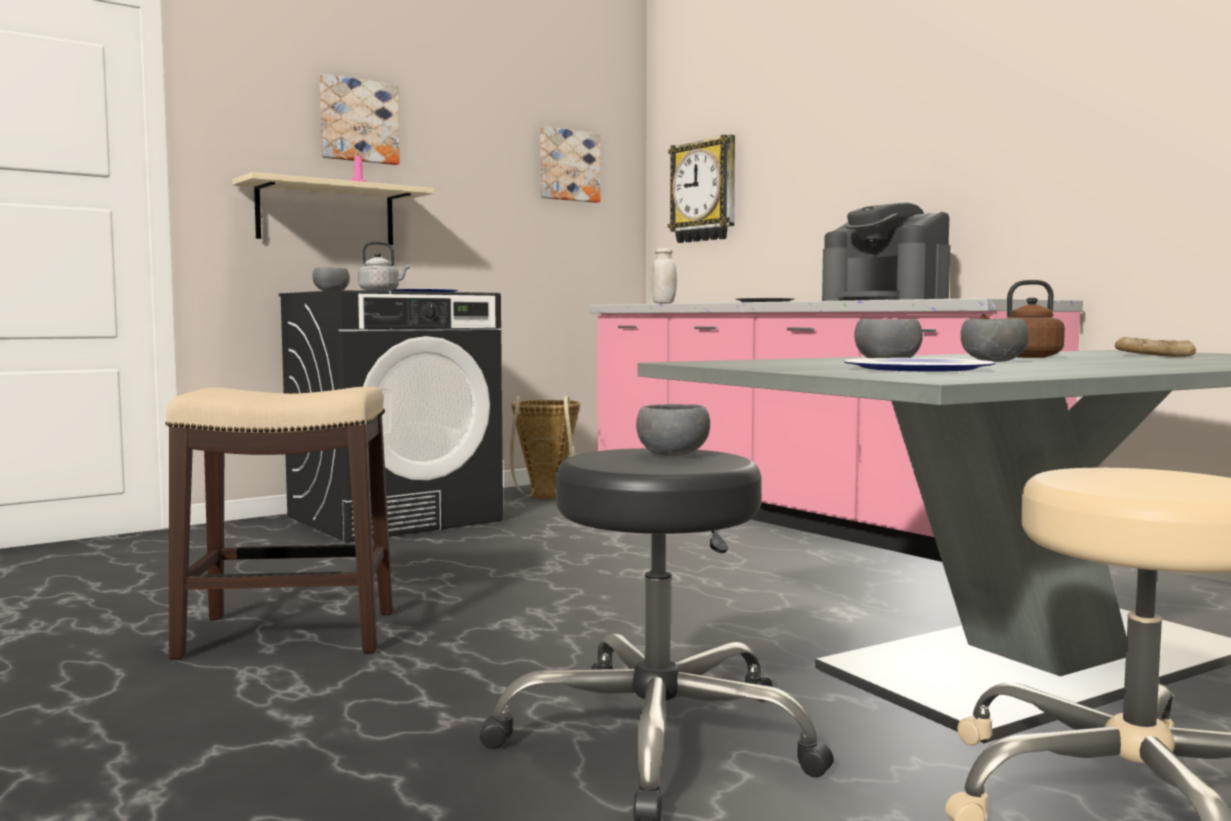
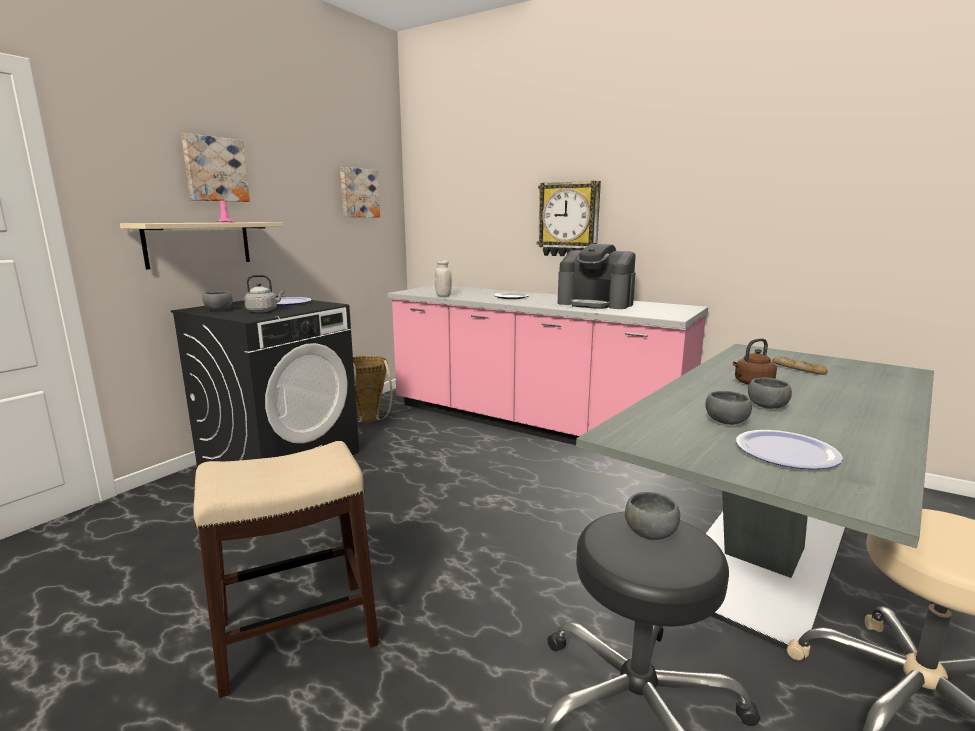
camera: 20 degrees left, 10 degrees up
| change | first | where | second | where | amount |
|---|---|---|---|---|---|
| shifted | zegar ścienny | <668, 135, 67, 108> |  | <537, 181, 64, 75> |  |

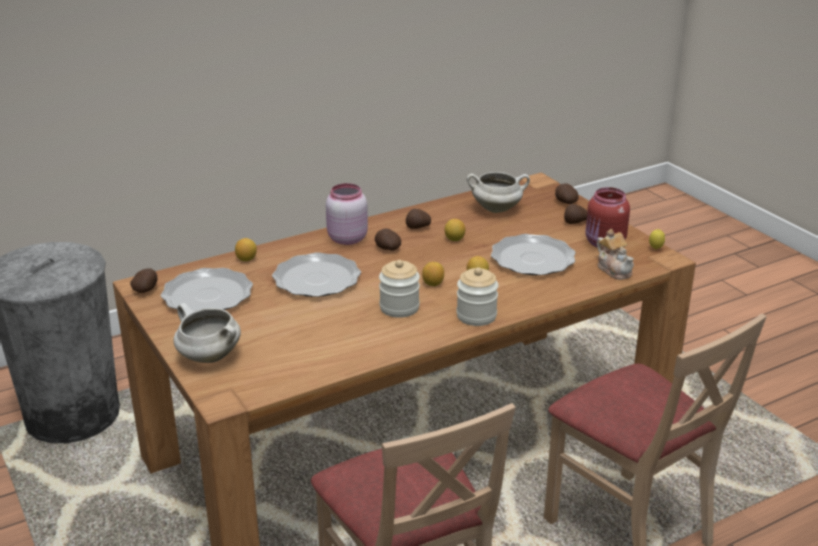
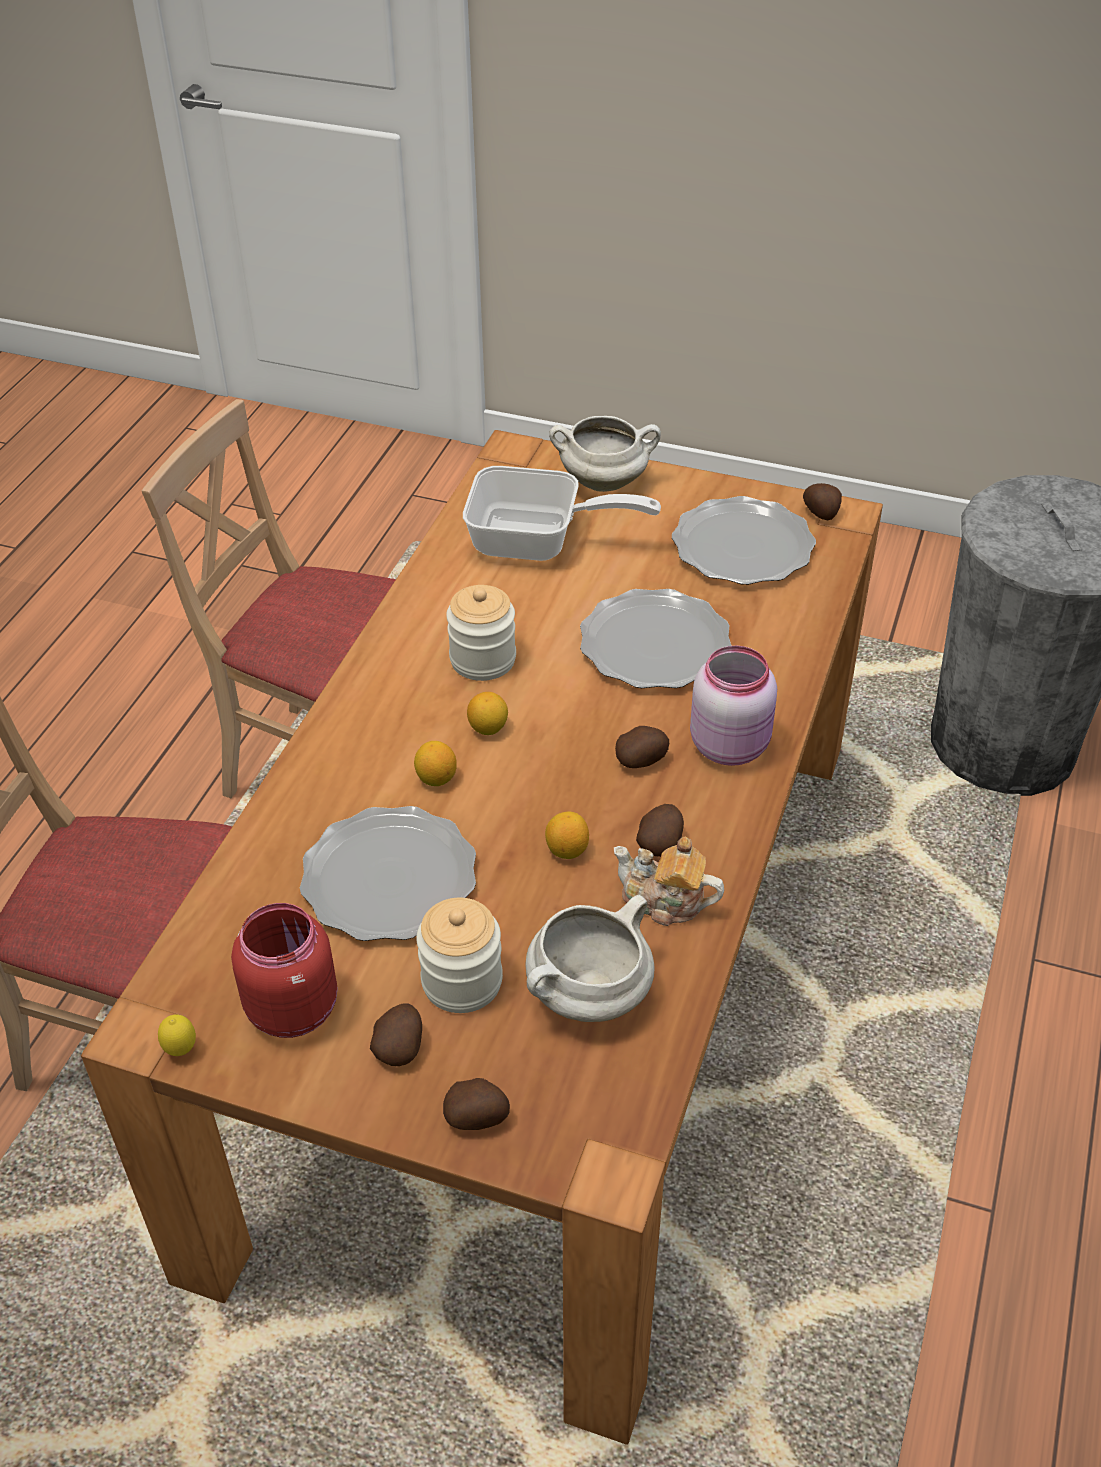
camera: 140 degrees right, 15 degrees up
| change | first | where | second | where | amount |
|---|---|---|---|---|---|
| gone | cytryna | <235, 238, 22, 23> |  |  |  |
| shifted | słoik | <456, 267, 43, 59> |  | <416, 898, 87, 115> |  |
| shifted | imbryk | <597, 229, 37, 51> |  | <614, 837, 110, 89> |  |
| new |  |  | patelnia | <463, 466, 198, 95> |  |

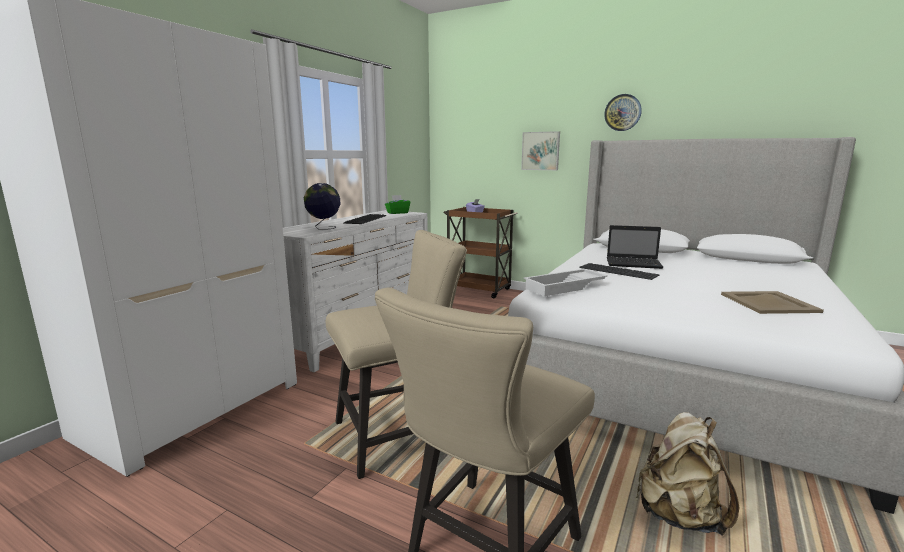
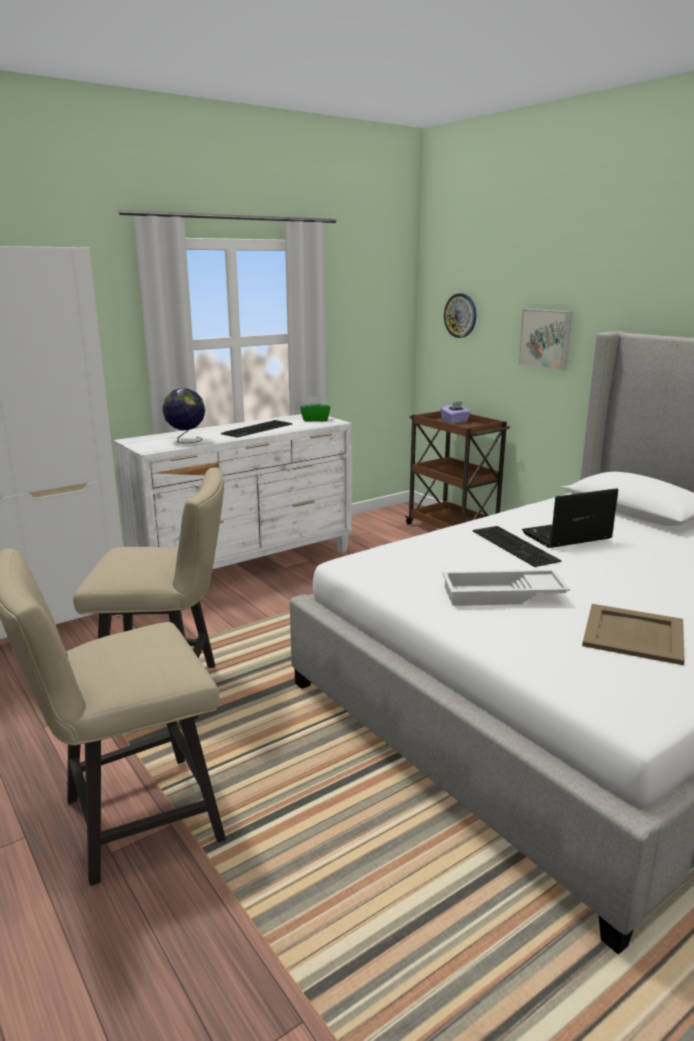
camera: 25 degrees right, 5 degrees up
| change | first | where | second | where | amount |
|---|---|---|---|---|---|
| shifted | taca/biały | <524, 269, 84, 27> |  | <442, 569, 128, 37> |  |
| shifted | zegar ścienny | <604, 94, 38, 37> |  | <444, 293, 32, 45> |  |
| rotated | laptop | <607, 225, 56, 44> |  | <522, 488, 97, 60> | 120 degrees clockwise |
| gone | plecak/beżowy | <636, 412, 103, 123> |  |  |  |

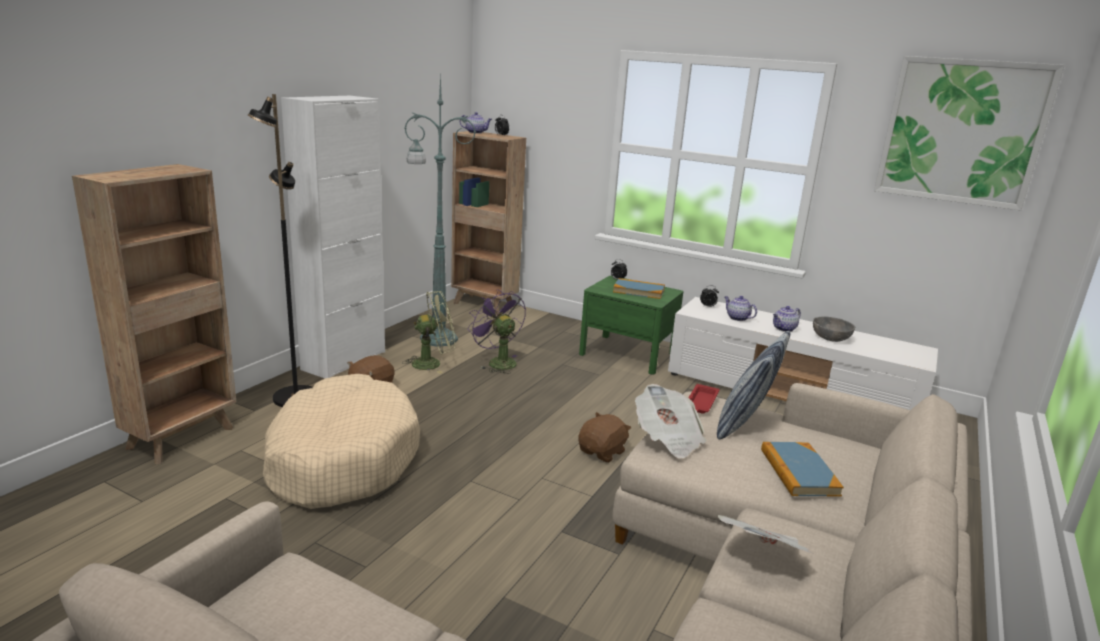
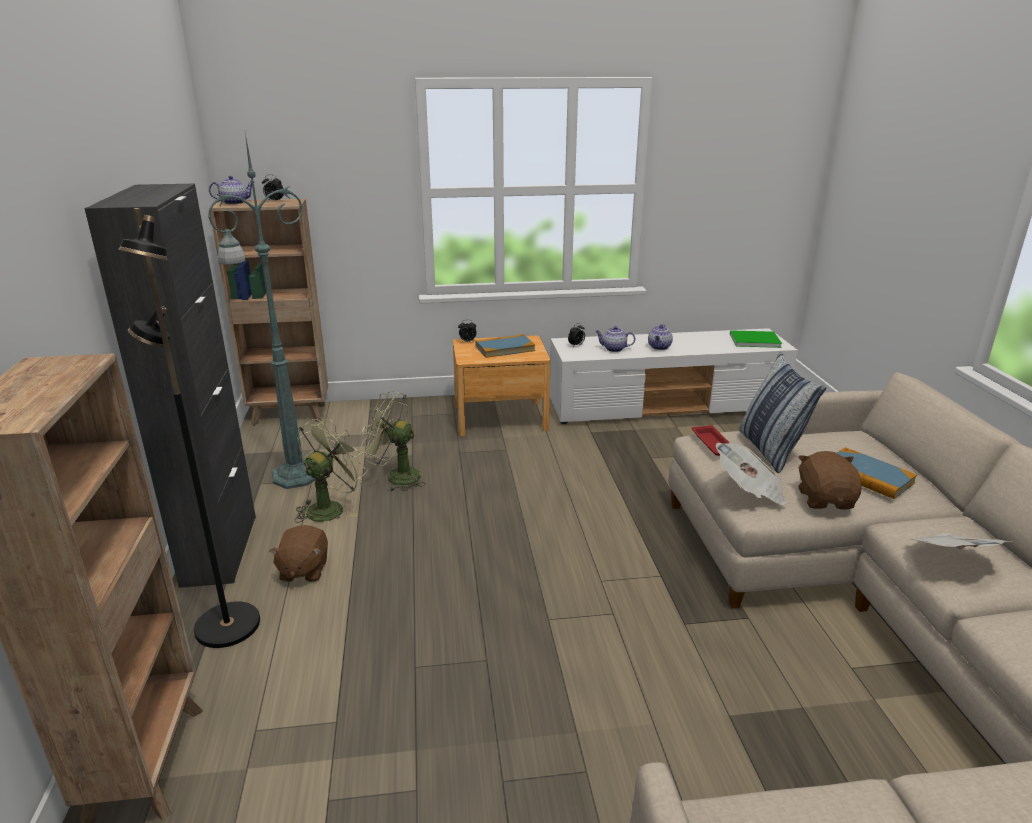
camera: 35 degrees left, 5 degrees up
| change | first | where | second | where | amount |
|---|---|---|---|---|---|
| gone | legowisko/beżowy | <263, 374, 157, 135> |  |  |  |
| repainted | szafka/biały | <281, 95, 104, 283> | szafka/czarny | <84, 184, 172, 404> |  |
| repainted | wentylator/fioletowy | <468, 289, 58, 85> | wentylator/zielony | <361, 391, 65, 101> |  |
| shifted | pluszak/brązowy | <578, 412, 53, 51> |  | <798, 451, 64, 59> |  |
| repainted | szafka nocna/zielony | <579, 276, 105, 99> | szafka nocna/brązowy | <453, 336, 97, 100> |  |
| gone | miska/szary | <813, 316, 42, 26> |  |  |  |
| gone | obraz | <874, 56, 190, 155> |  |  |  |
| new |  |  | książka/zielony | <730, 330, 52, 18> |  |

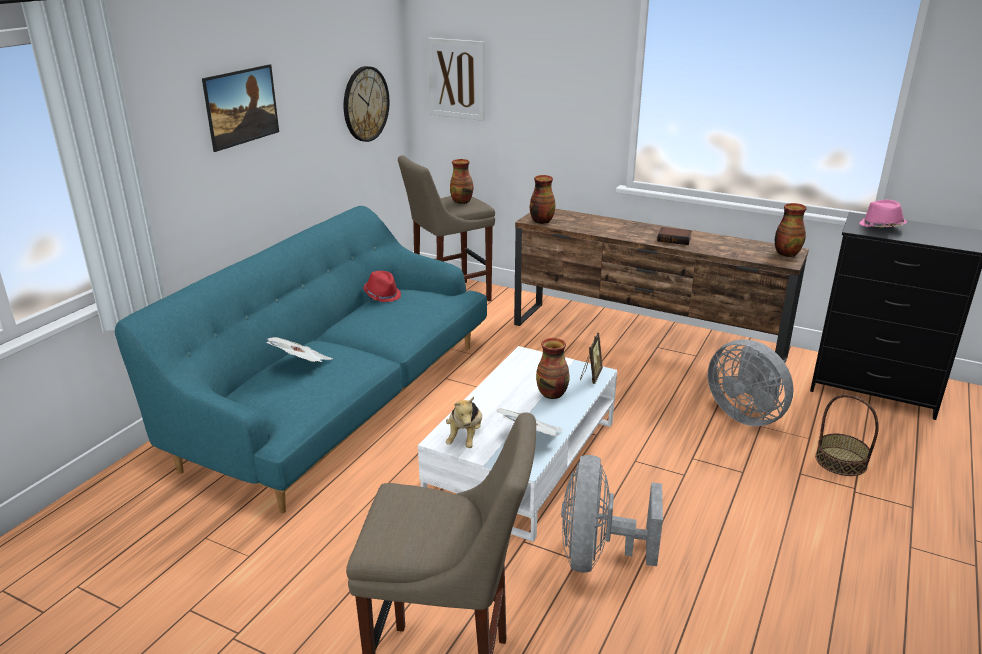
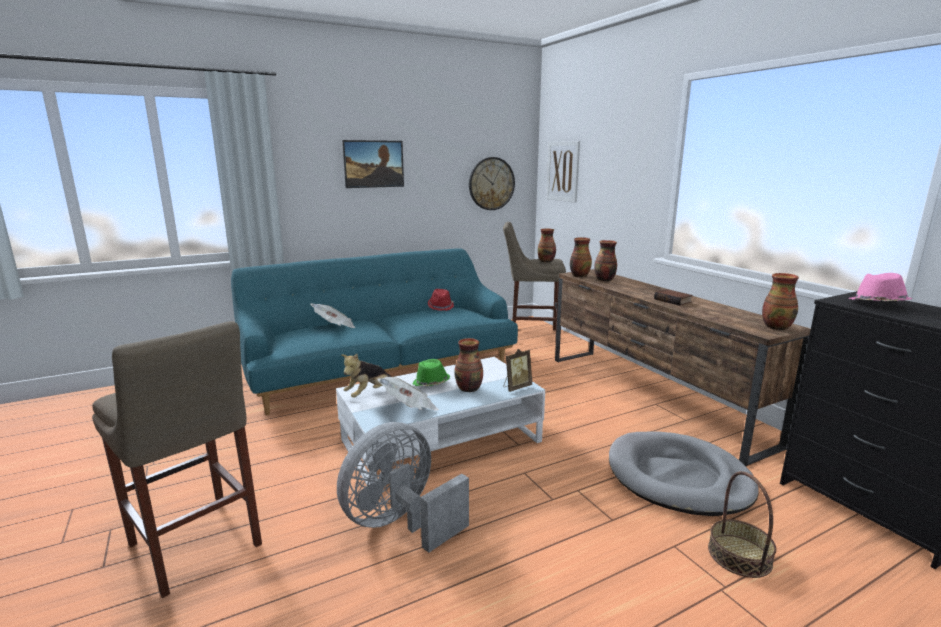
camera: 35 degrees right, 10 degrees down
| change | first | where | second | where | amount |
|---|---|---|---|---|---|
| swapped | wentylator/szary | <708, 339, 86, 87> | legowisko/szary | <609, 431, 150, 85> |  |
| new |  |  | kapelusz/zielony | <412, 359, 38, 27> |  |
| new |  |  | wazon | <594, 240, 23, 41> |  |

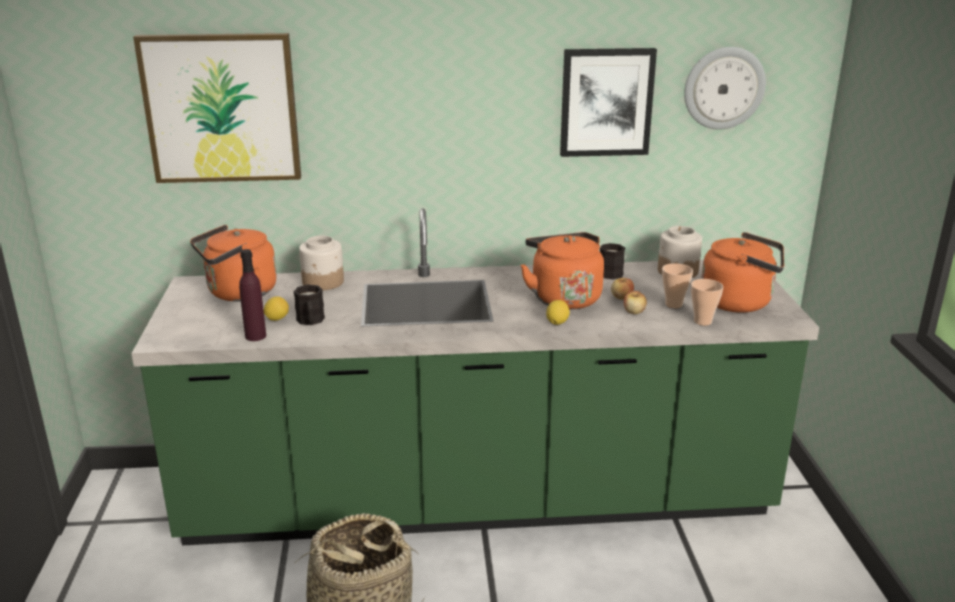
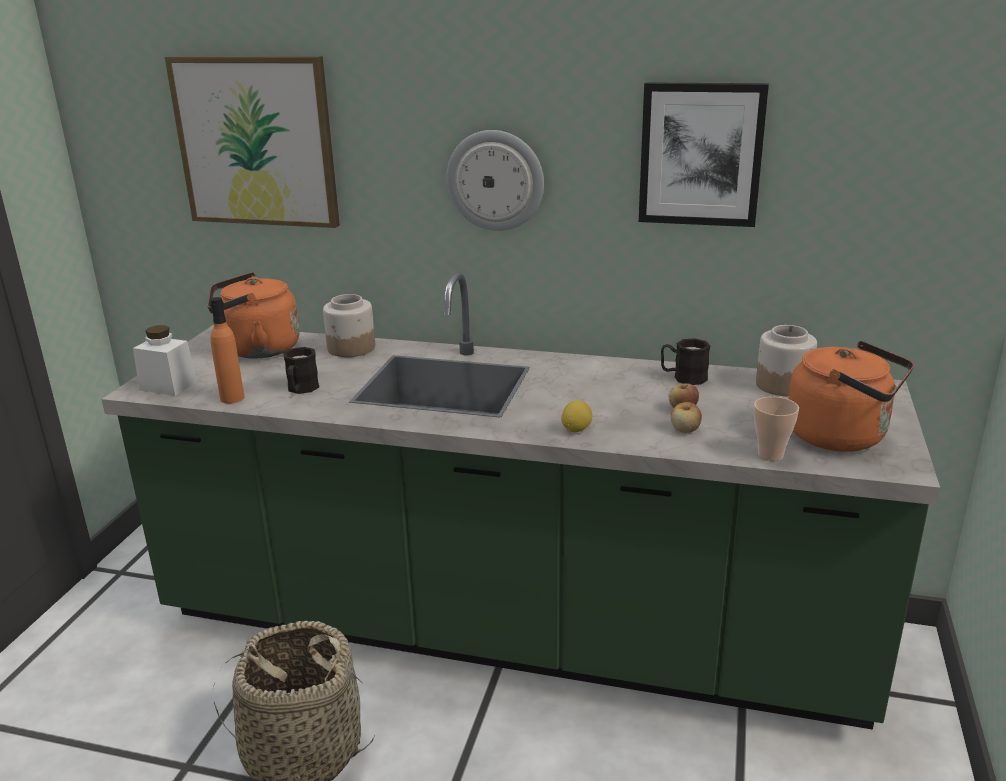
camera: 20 degrees right, 0 degrees up
| change | first | where | second | where | amount |
|---|---|---|---|---|---|
| repainted | butelka/fioletowy | <239, 249, 27, 92> | butelka/pomarańczowy | <210, 297, 35, 107> |  |
| gone | cytryna | <264, 296, 25, 25> |  |  |  |
| gone | czajnik/pomarańczowy | <520, 232, 84, 78> |  |  |  |
| gone | filiżanka | <662, 263, 31, 45> |  |  |  |
| shifted | zegar ścienny | <684, 47, 82, 82> |  | <446, 130, 98, 101> |  |
| new |  |  | słoik/biały | <133, 325, 64, 71> |  |

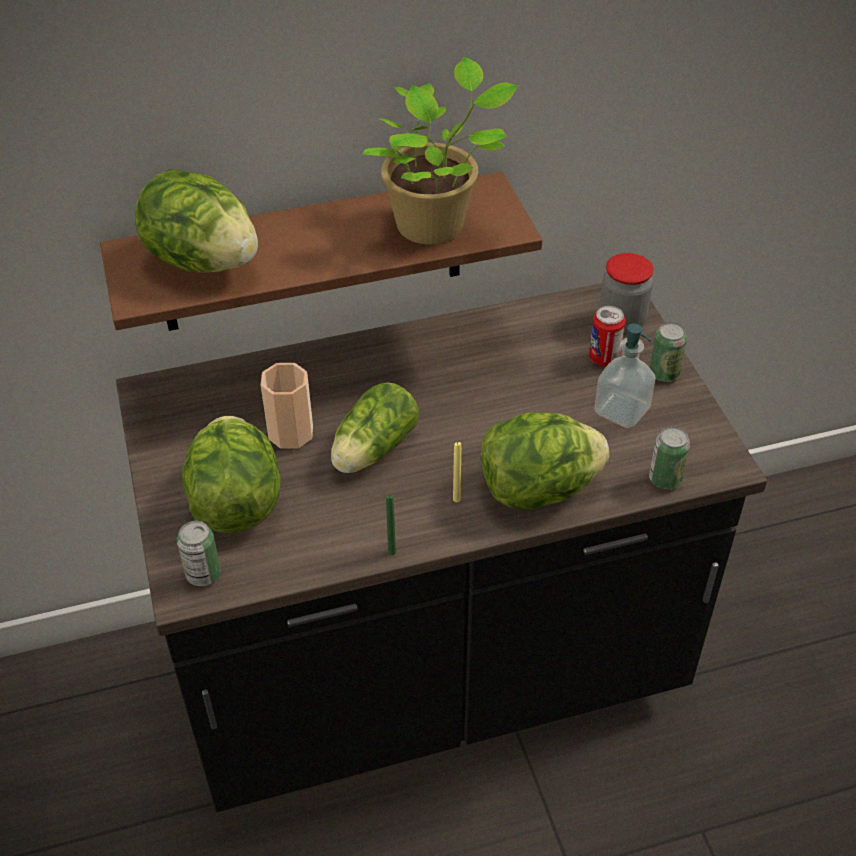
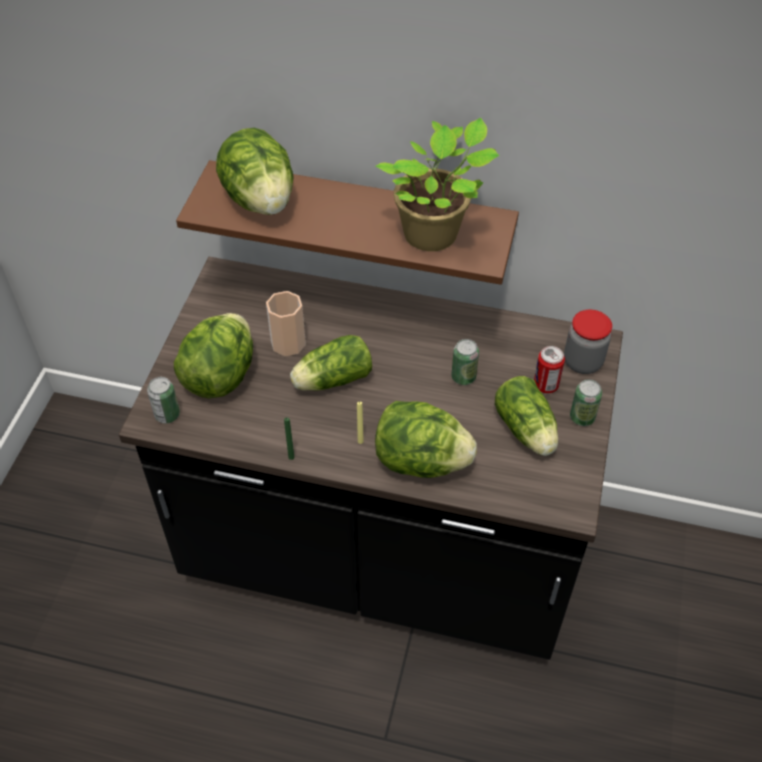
camera: 30 degrees right, 5 degrees up
| change | first | where | second | where | amount |
|---|---|---|---|---|---|
| swapped | dozownik mydła | <594, 323, 62, 105> | sałata | <495, 376, 63, 80> |  |
| shifted | puszka | <649, 426, 41, 63> |  | <451, 339, 28, 46> |  |

